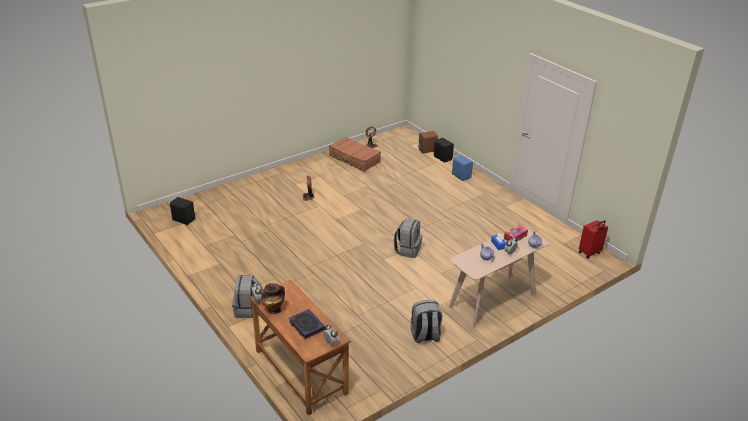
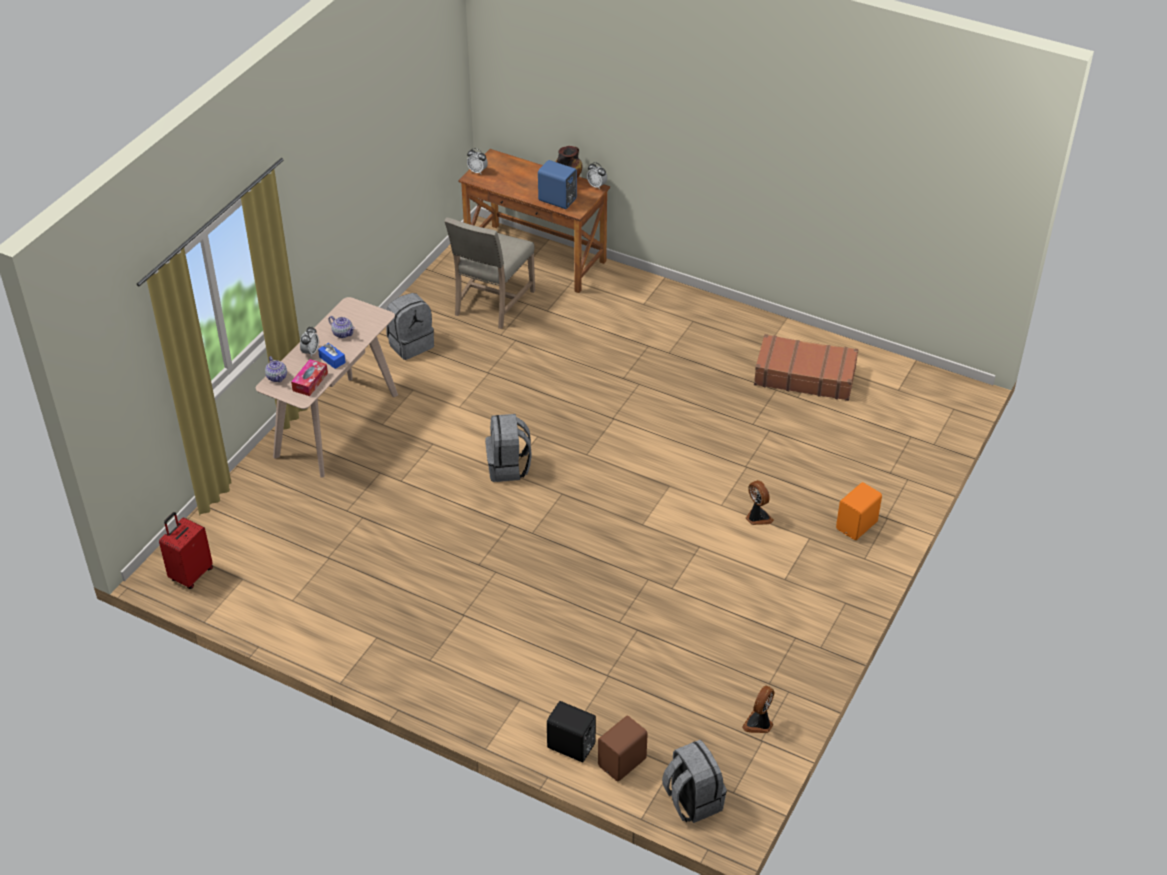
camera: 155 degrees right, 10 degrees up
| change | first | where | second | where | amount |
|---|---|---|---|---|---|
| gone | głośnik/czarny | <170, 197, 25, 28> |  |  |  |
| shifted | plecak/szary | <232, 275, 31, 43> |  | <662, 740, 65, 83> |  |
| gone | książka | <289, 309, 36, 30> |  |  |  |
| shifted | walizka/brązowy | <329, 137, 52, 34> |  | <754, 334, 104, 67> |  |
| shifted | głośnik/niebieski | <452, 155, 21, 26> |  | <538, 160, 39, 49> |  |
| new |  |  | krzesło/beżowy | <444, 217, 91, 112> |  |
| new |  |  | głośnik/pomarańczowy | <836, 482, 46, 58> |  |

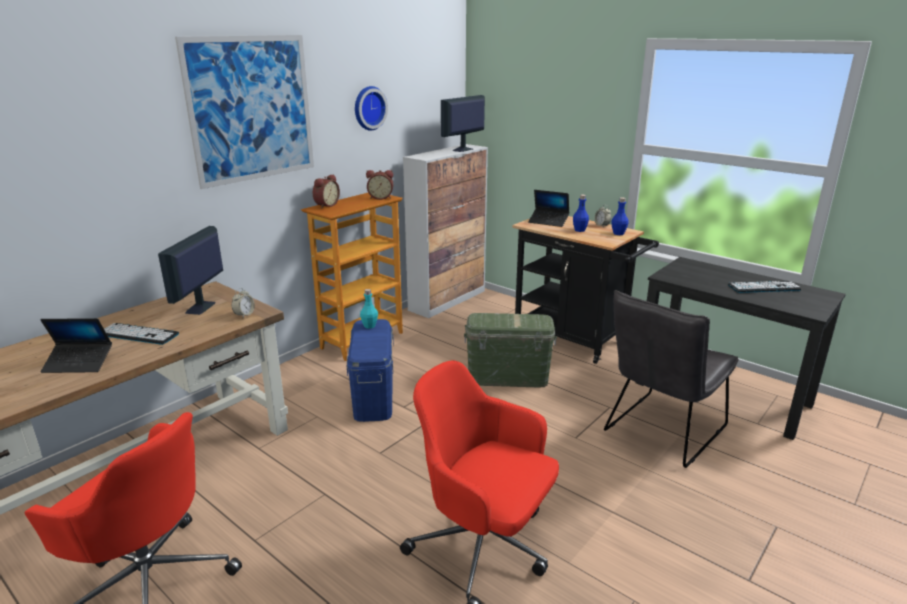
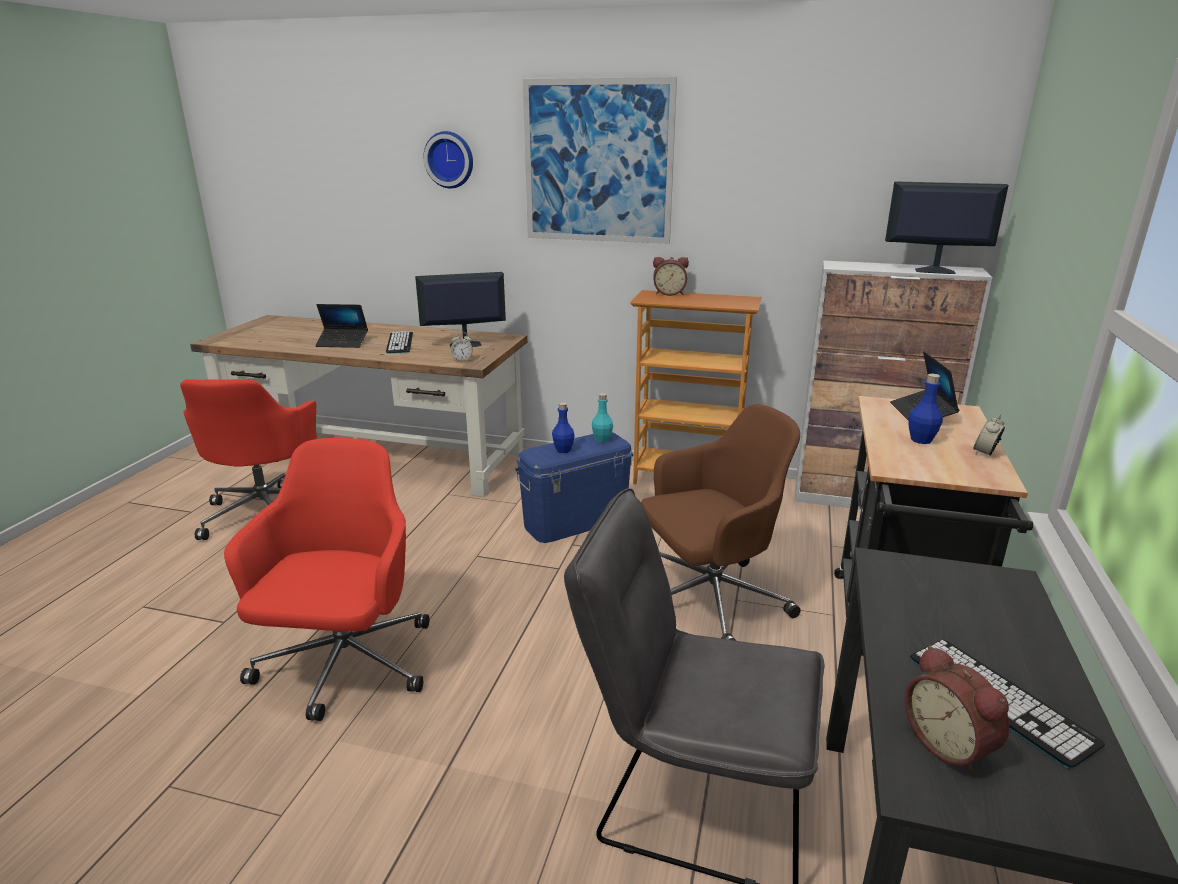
camera: 65 degrees right, 0 degrees up
| change | first | where | second | where | amount |
|---|---|---|---|---|---|
| rotated | laptop | <41, 318, 71, 55> |  | <315, 304, 53, 44> | 60 degrees counterclockwise |
| shifted | zegar ścienny | <355, 86, 33, 45> |  | <424, 131, 49, 57> |  |
| shifted | budzik | <366, 170, 27, 30> |  | <905, 646, 104, 128> |  |
| swapped | pojemnik do przechowywania/zielony | <464, 313, 93, 75> | krzesło biurowe/brązowy | <641, 404, 160, 237> |  |
| shifted | butelka/niebieski | <611, 197, 18, 38> |  | <552, 402, 23, 51> |  |

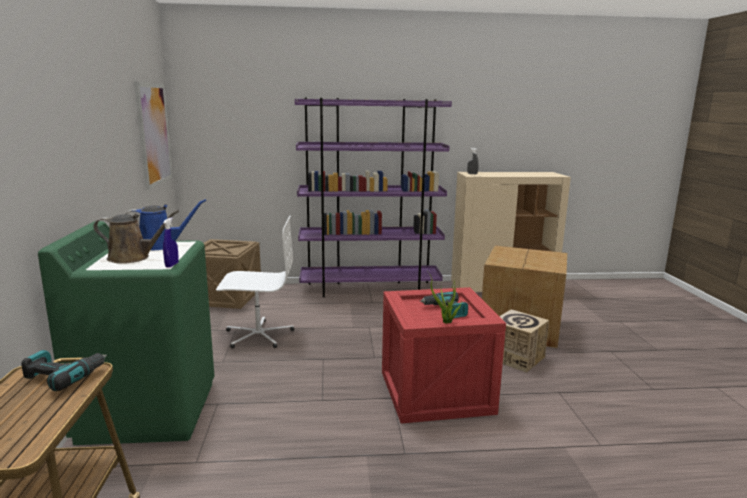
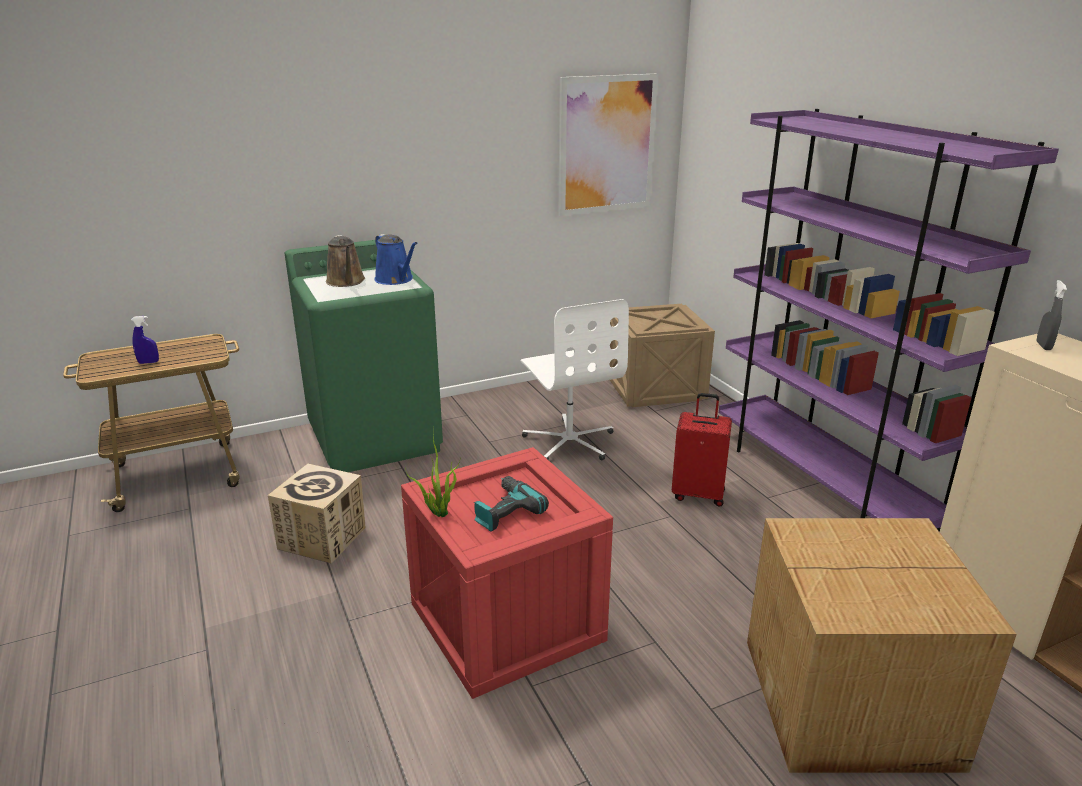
camera: 70 degrees right, 10 degrees up
| change | first | where | second | where | amount |
|---|---|---|---|---|---|
| gone | wiertarka | <21, 350, 86, 41> |  |  |  |
| shifted | spryskiwacz/niebieski | <163, 217, 16, 51> |  | <131, 316, 28, 48> |  |
| shifted | karton | <499, 309, 50, 64> |  | <268, 464, 98, 100> |  |
| new |  |  | walizka/czerwony | <672, 393, 60, 114> |  |

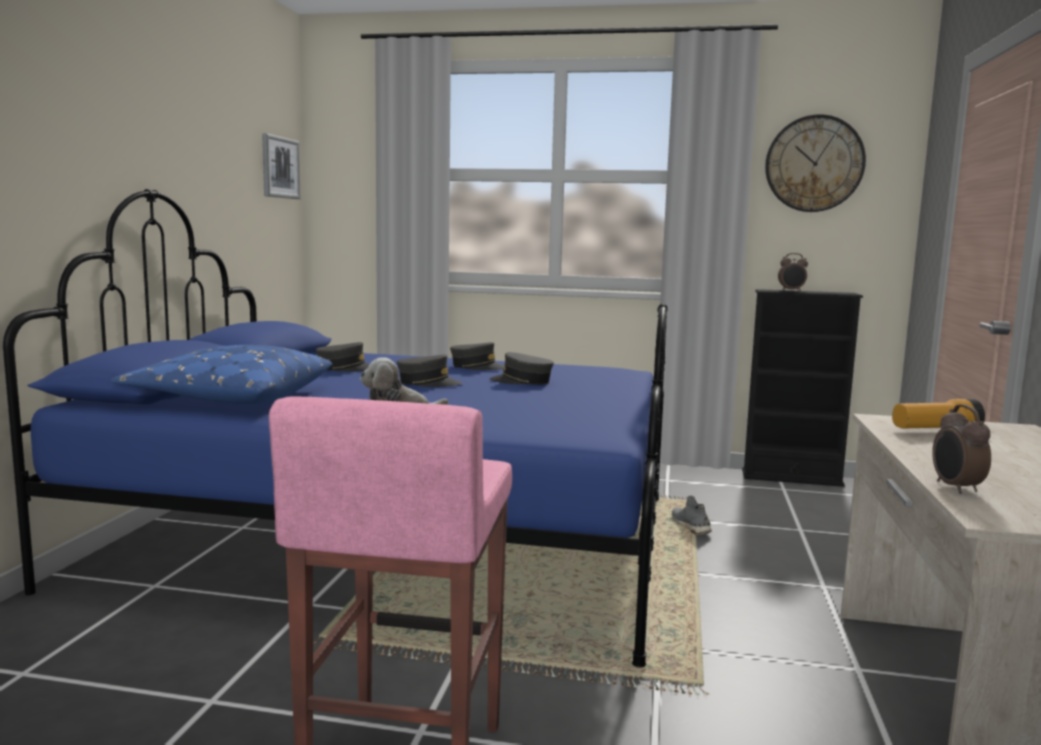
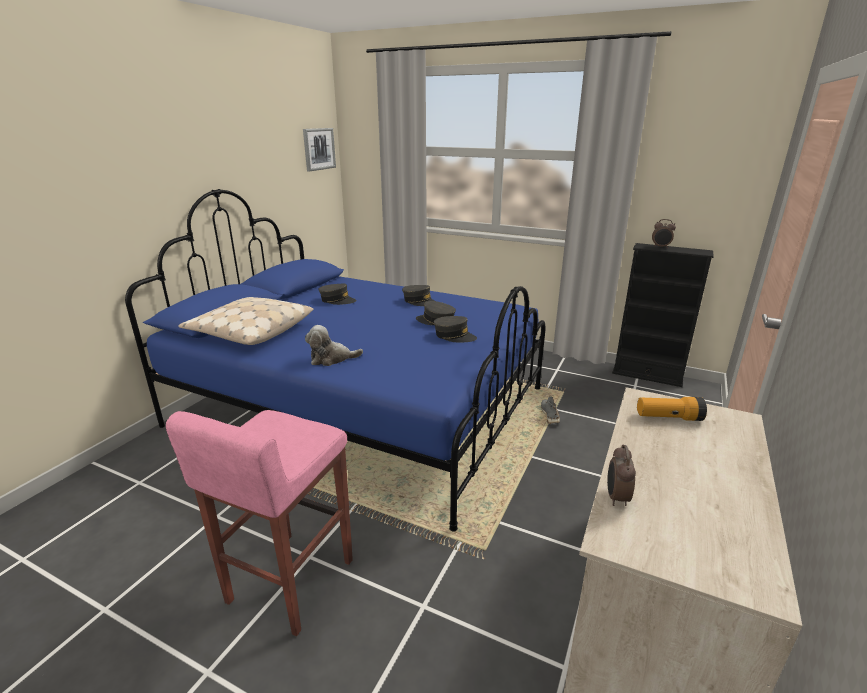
camera: 15 degrees right, 15 degrees up
| change | first | where | second | where | amount |
|---|---|---|---|---|---|
| repainted | poduszka/niebieski | <111, 345, 221, 59> | poduszka/beżowy | <178, 297, 135, 48> |  |
| shifted | czapka z daszkiem/szary | <397, 355, 66, 32> |  | <434, 316, 43, 26> |  |
| gone | zegar ścienny | <765, 114, 101, 98> |  |  |  |

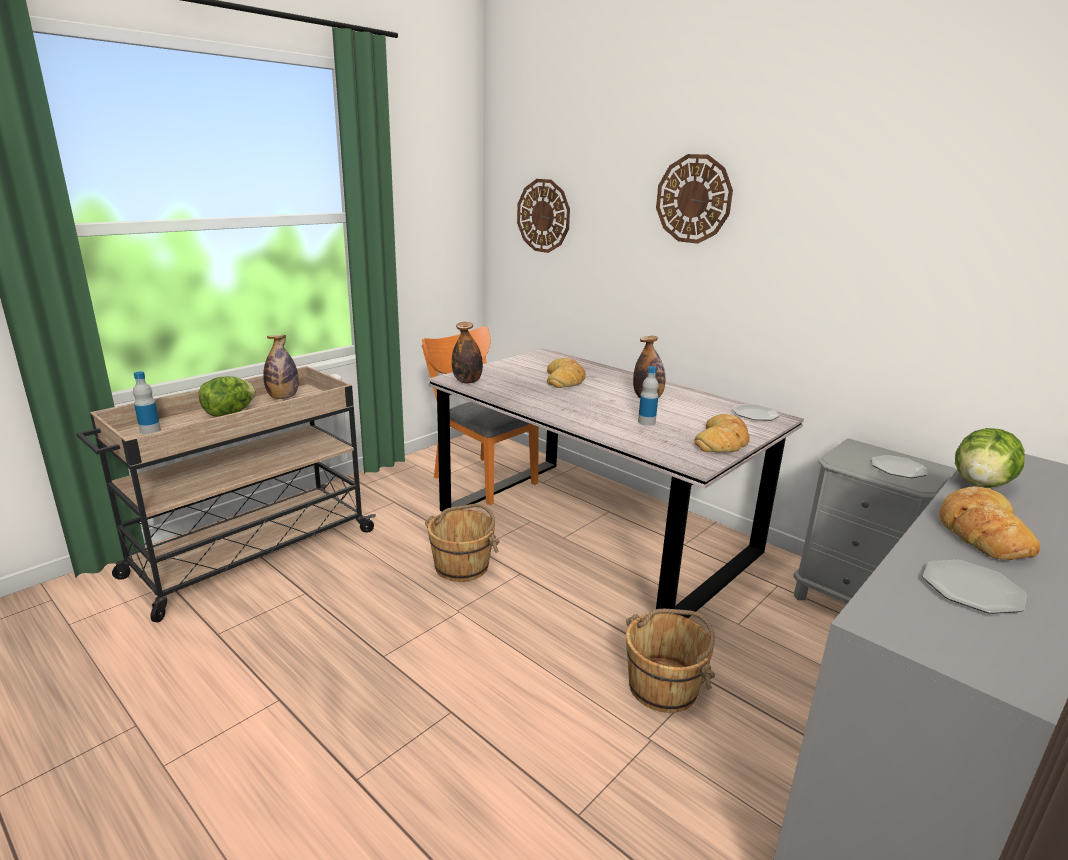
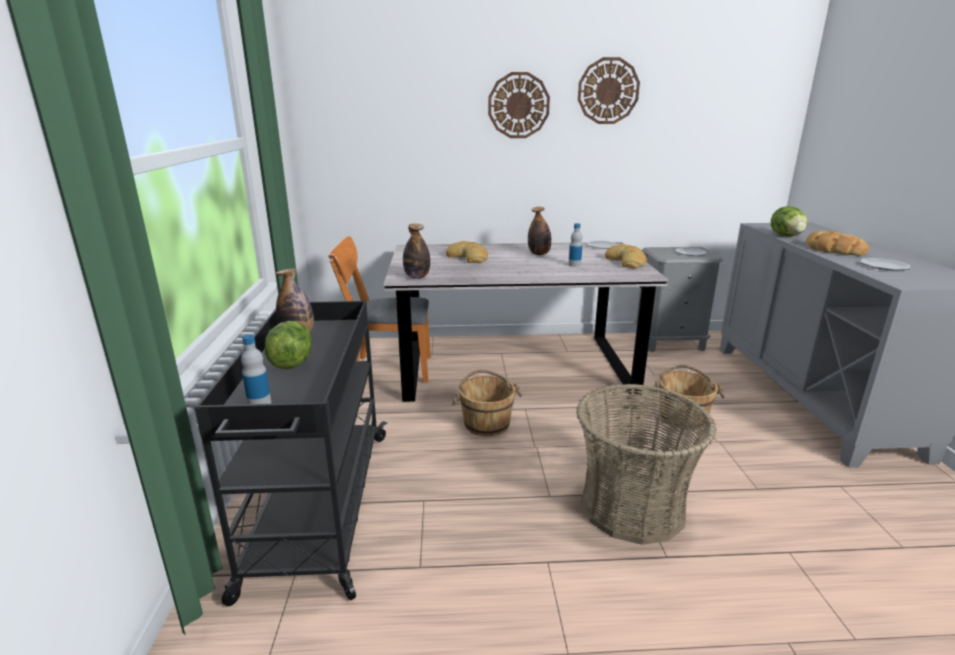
camera: 45 degrees left, 0 degrees up
| change | first | where | second | where | amount |
|---|---|---|---|---|---|
| repainted | wózek/beżowy | <76, 366, 300, 256> | wózek/czarny | <195, 301, 192, 305> |  |
| shifted | zegar ścienny | <517, 179, 53, 74> |  | <578, 57, 62, 67> |  |
| new |  |  | koszyk | <576, 383, 141, 162> |  |

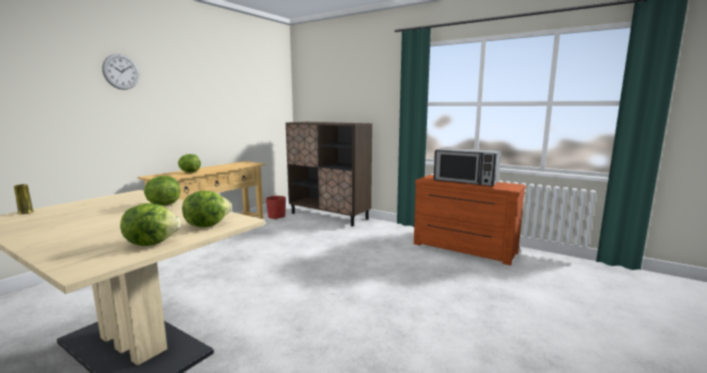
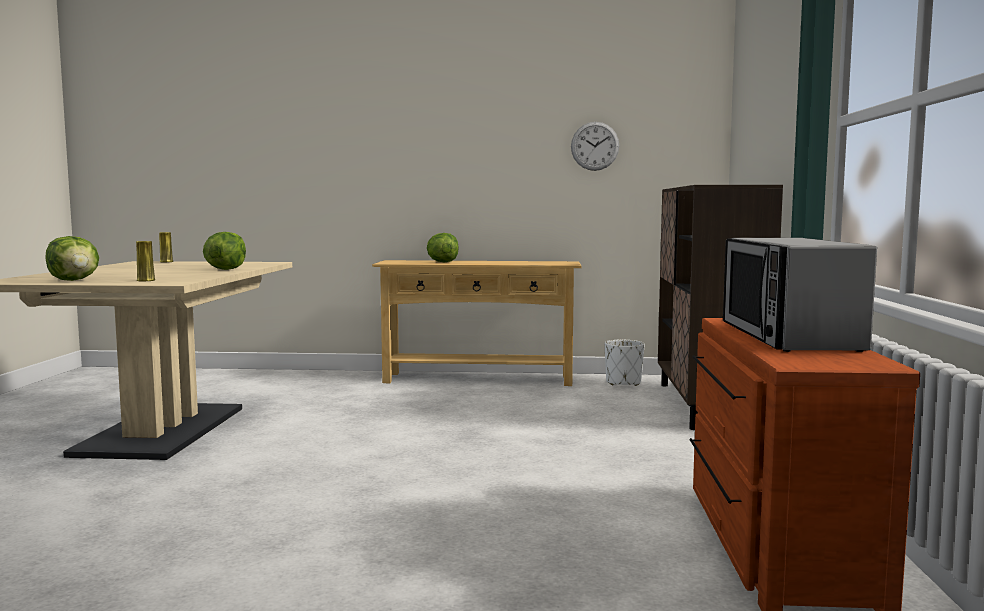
camera: 60 degrees right, 5 degrees down
| change | first | where | second | where | amount |
|---|---|---|---|---|---|
| shifted | zegar ścienny | <102, 54, 37, 36> |  | <571, 122, 48, 49> |  |
| swapped | sałata | <182, 191, 50, 36> | wazon/żółty | <136, 241, 19, 40> |  |
| repainted | donica/czerwony | <266, 196, 20, 23> | donica/biały | <605, 340, 39, 46> |  |

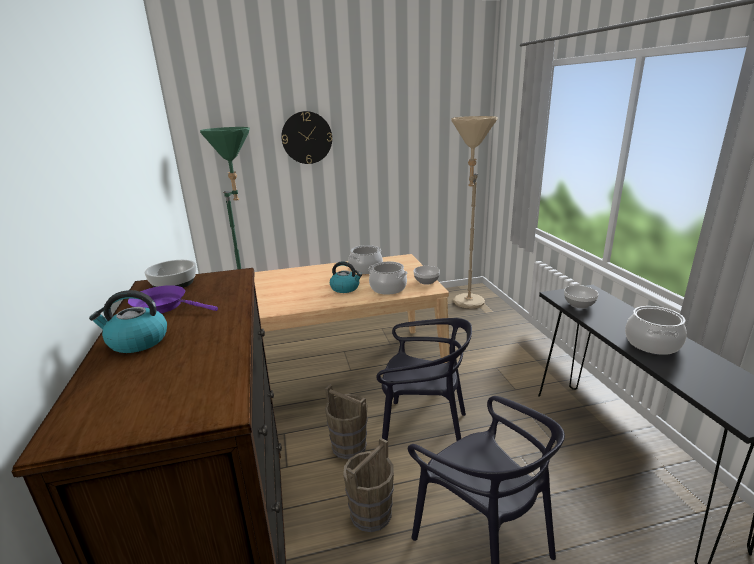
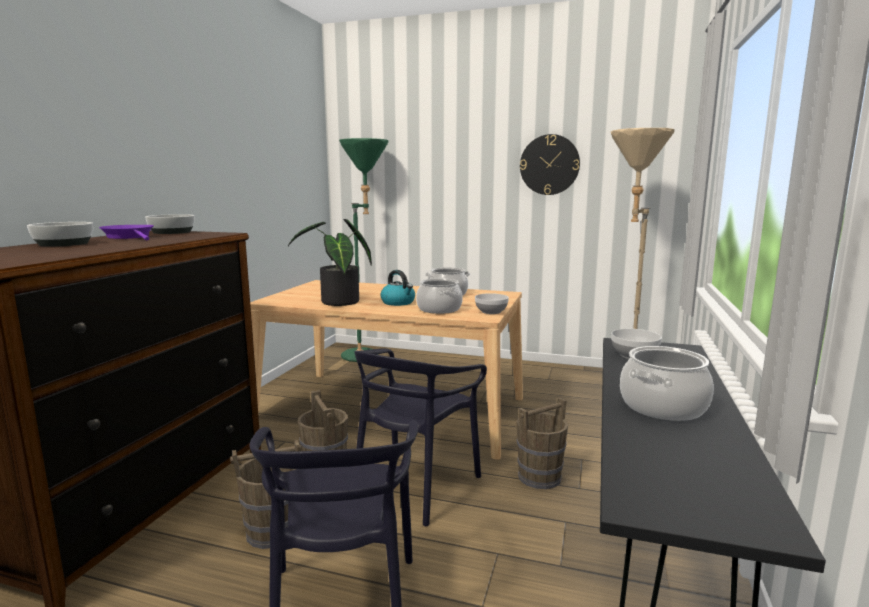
camera: 30 degrees right, 10 degrees down
| change | first | where | second | where | amount |
|---|---|---|---|---|---|
| swapped | czajnik | <89, 290, 78, 63> | miska | <27, 222, 66, 24> |  |
| shifted | zegar ścienny | <281, 111, 51, 53> |  | <520, 134, 60, 61> |  |
| rotated | krzesło/czarny | <376, 318, 96, 123> |  | <354, 348, 133, 178> | 75 degrees clockwise |
| new |  |  | roślina doniczkowa | <288, 219, 84, 87> |  |
| new |  |  | wiadro/brązowy | <517, 398, 51, 91> |  |

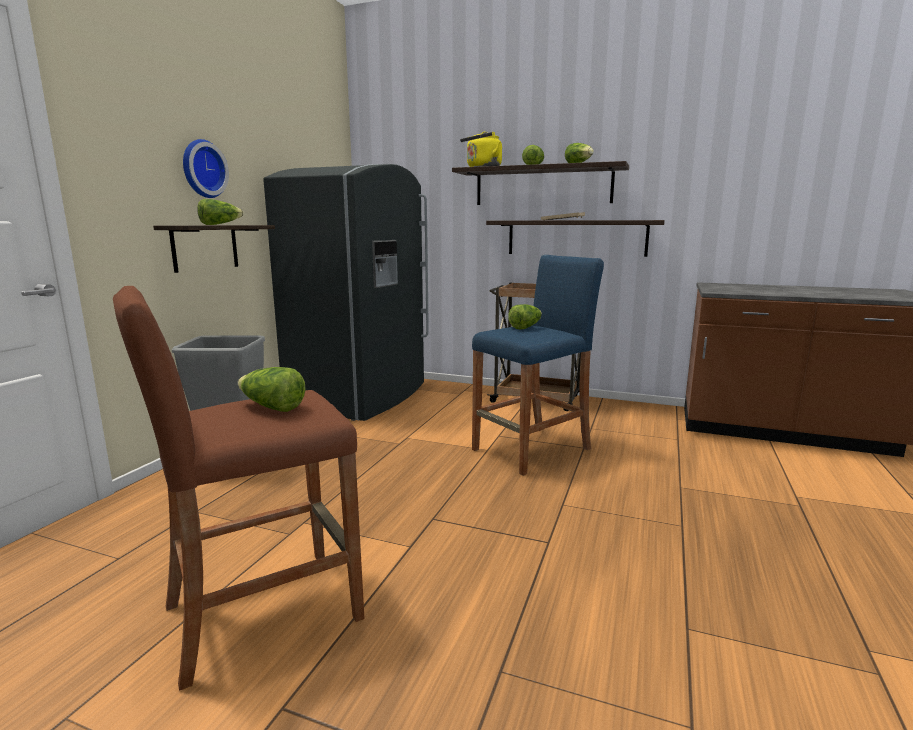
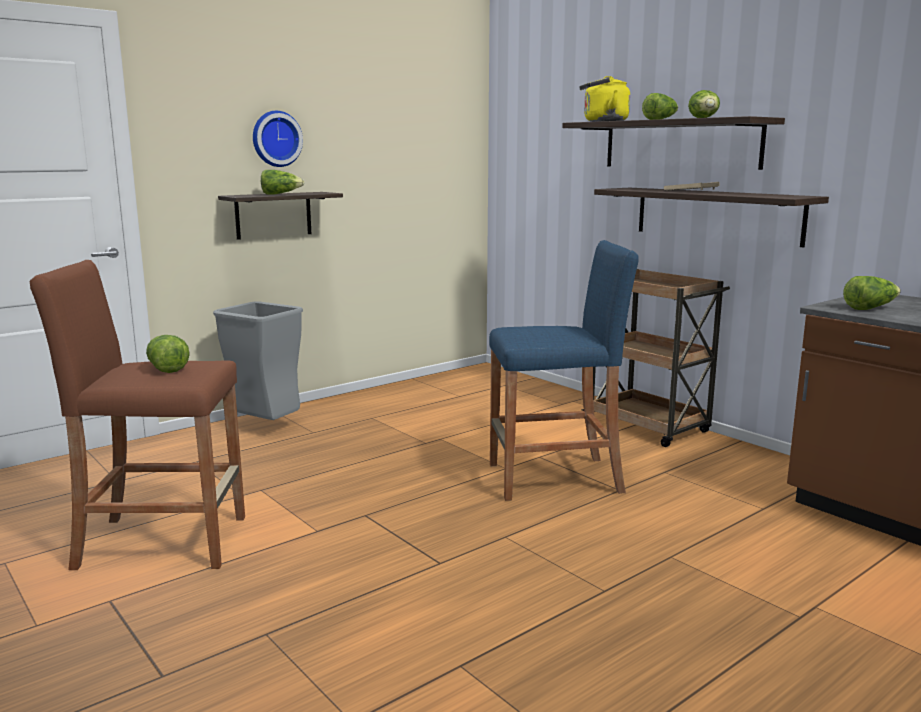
camera: 30 degrees right, 0 degrees up
| change | first | where | second | where | amount |
|---|---|---|---|---|---|
| gone | lodówka/szary | <263, 164, 166, 257> |  |  |  |
| shifted | sałata | <508, 304, 34, 25> |  | <843, 276, 58, 34> |  |

